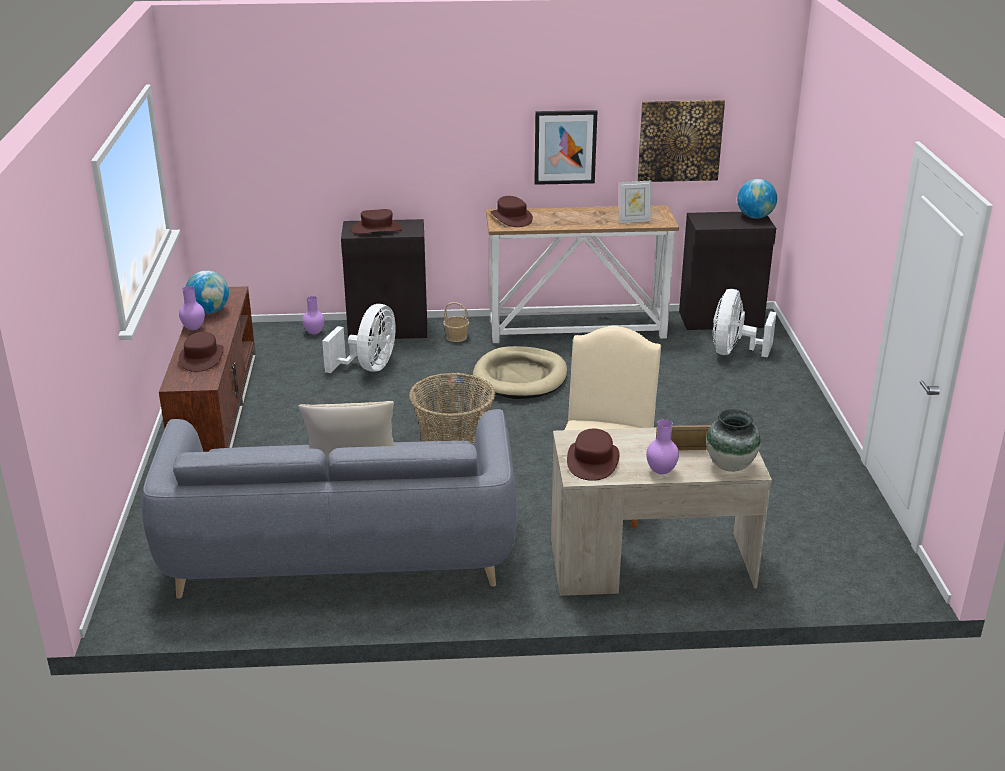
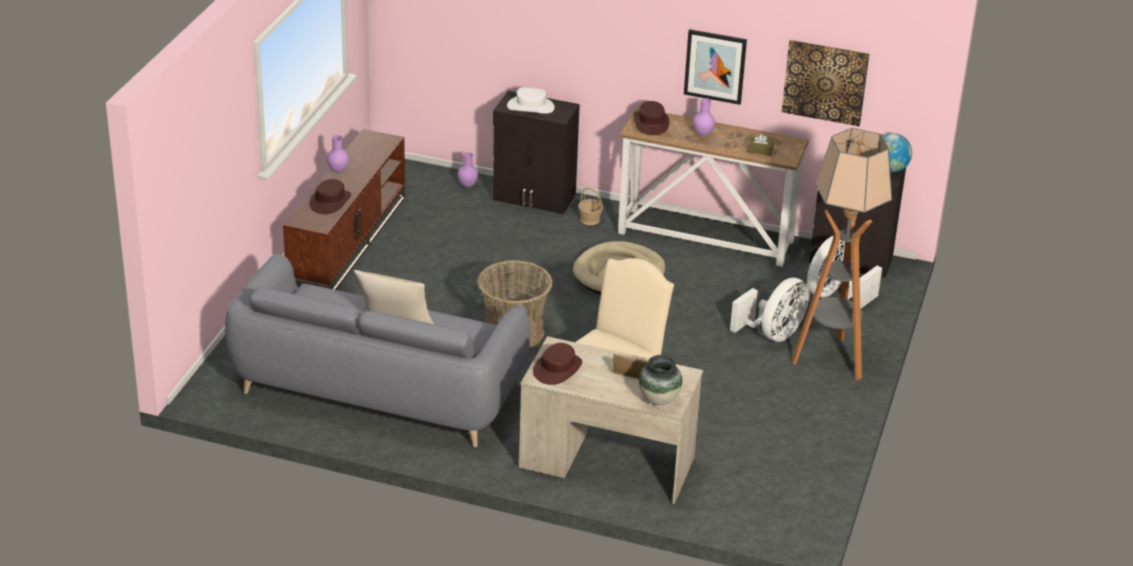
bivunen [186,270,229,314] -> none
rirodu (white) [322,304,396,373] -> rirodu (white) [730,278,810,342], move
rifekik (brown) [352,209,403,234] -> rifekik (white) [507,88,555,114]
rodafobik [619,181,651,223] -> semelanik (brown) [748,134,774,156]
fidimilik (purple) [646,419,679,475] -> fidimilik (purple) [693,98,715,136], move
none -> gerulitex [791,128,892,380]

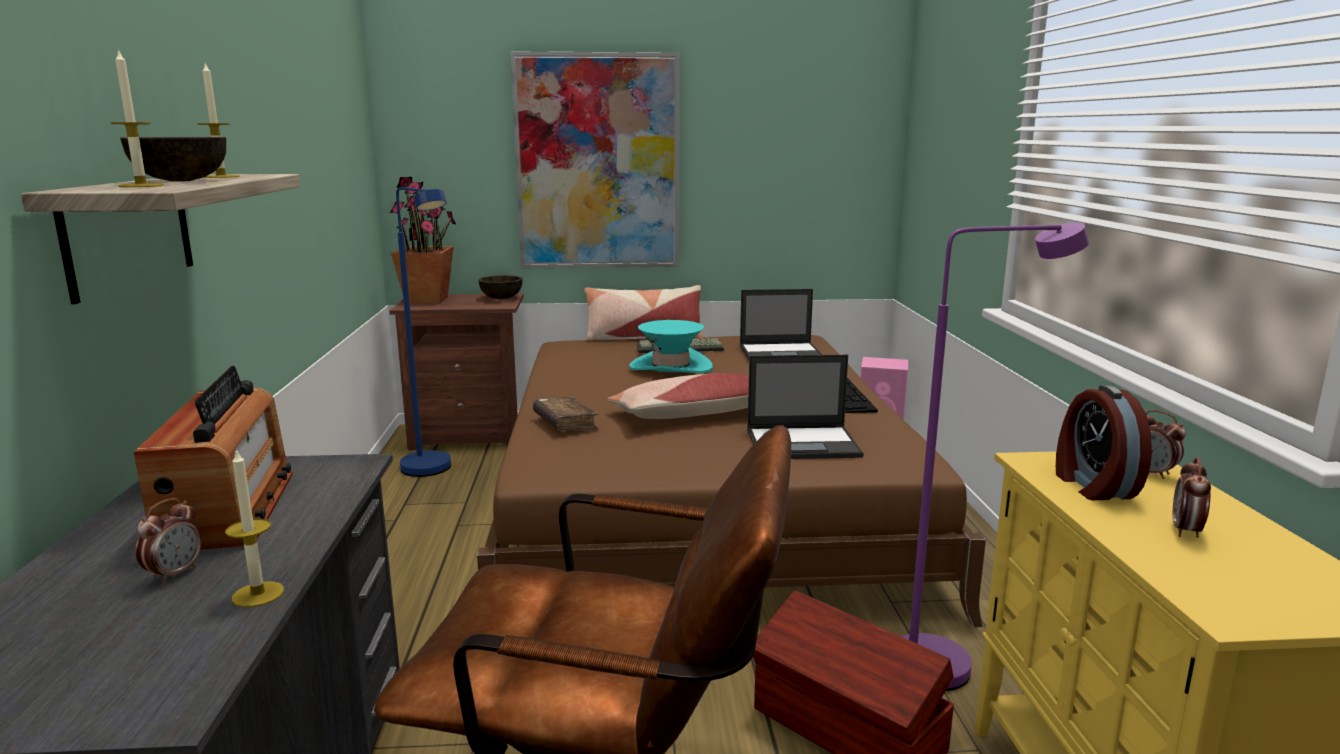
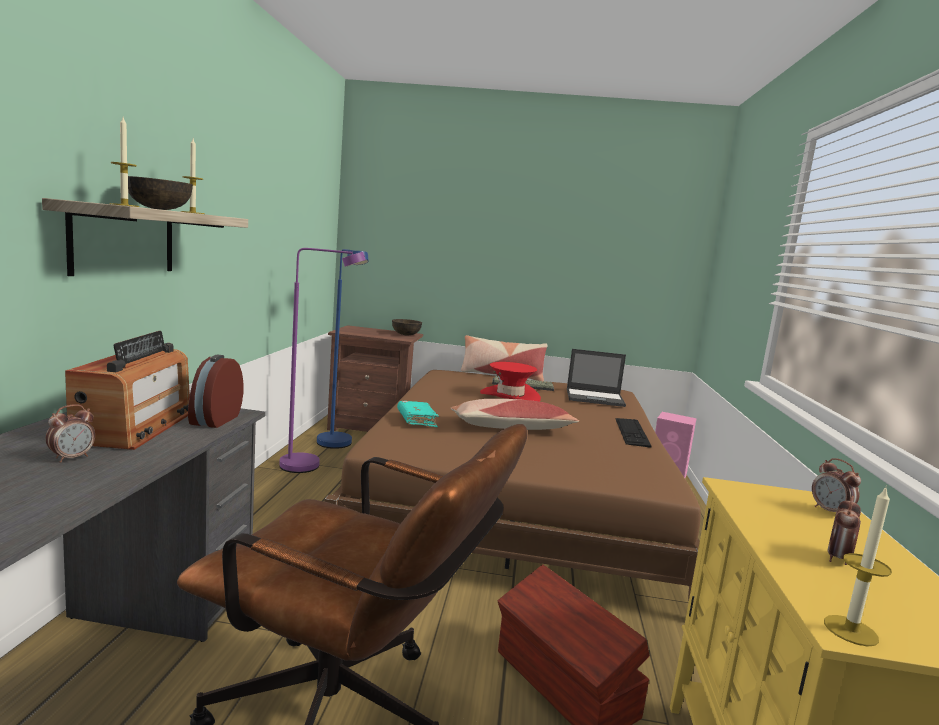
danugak [225,448,284,607] -> danugak [824,485,892,646], move
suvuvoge [390,177,456,304] -> none
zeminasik [511,52,680,268] -> none
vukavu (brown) [533,396,599,431] -> vukavu (turquoise) [397,401,439,427]
rifekik (turquoise) [629,320,713,373] -> rifekik (red) [480,362,541,402]
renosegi [747,355,864,459] -> none
gerulitex (purple) [901,222,1089,691] -> gerulitex (purple) [279,248,366,473], move
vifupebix [1056,385,1152,500] -> vifupebix [188,355,243,428], move

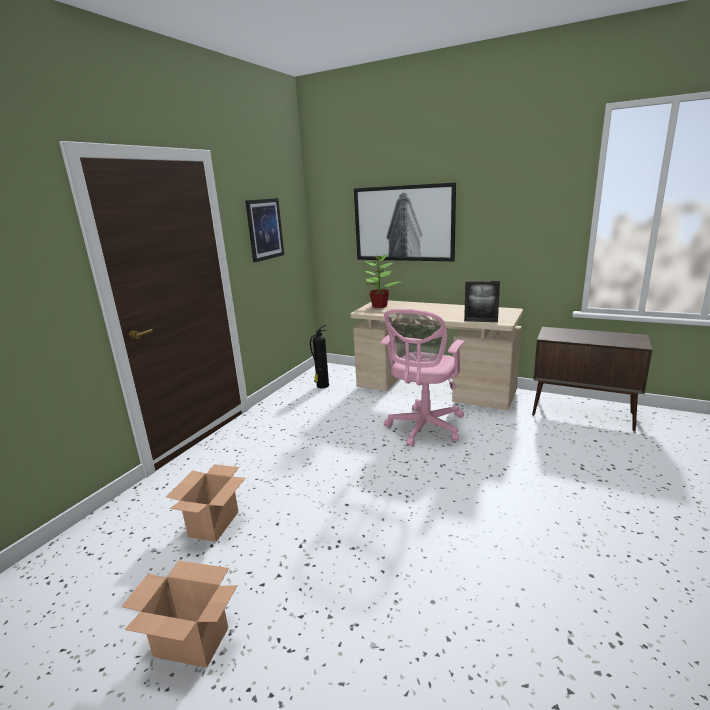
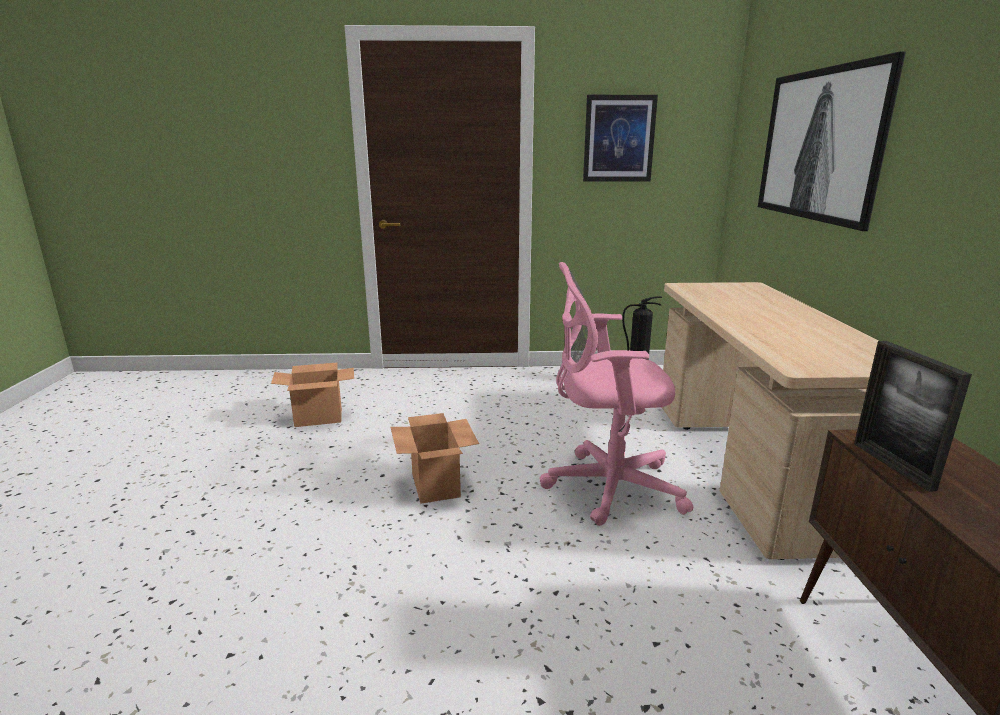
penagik [121,560,238,668] -> penagik [390,413,479,504], move
suvuvoge [361,254,403,308] -> none
rodafobik [464,281,500,322] -> rodafobik [854,341,972,492], move

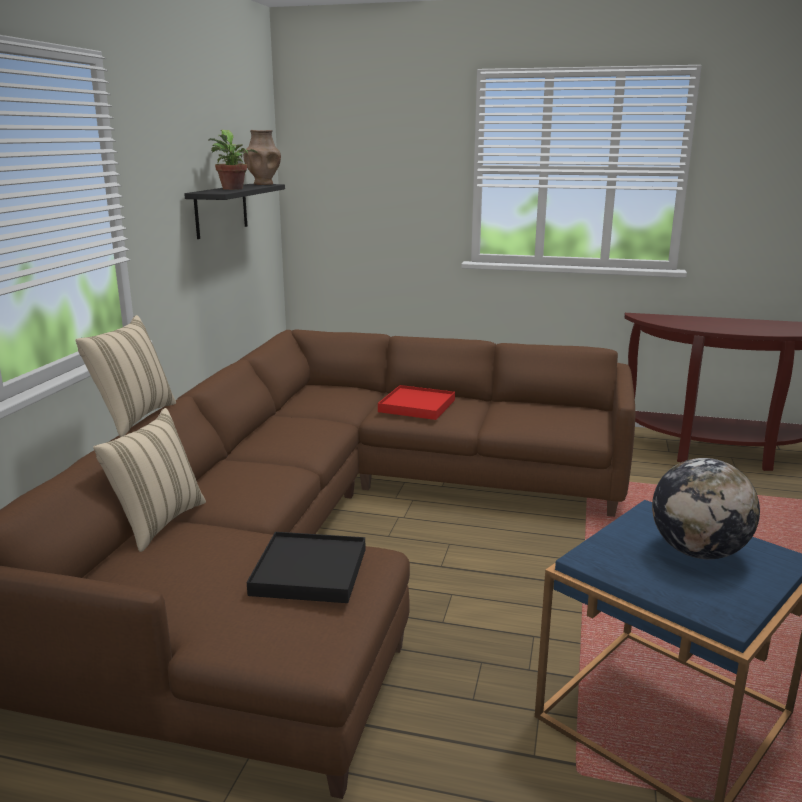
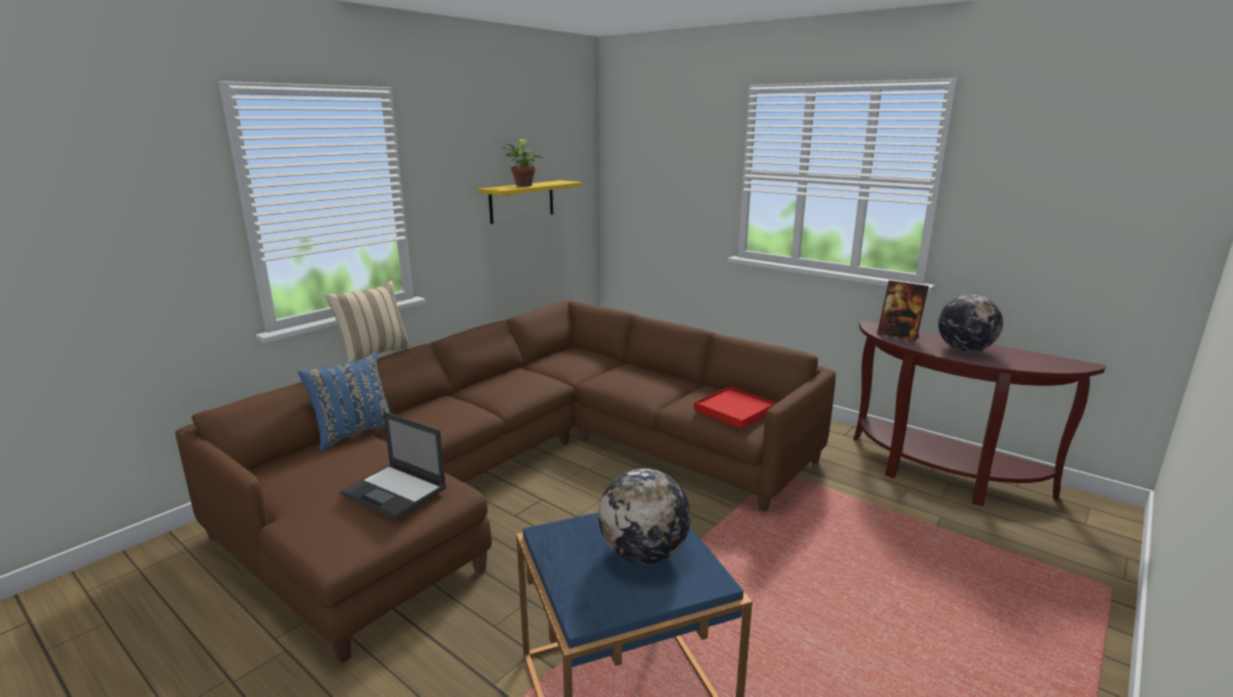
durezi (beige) [93,408,206,552] -> durezi (blue) [298,351,390,451]
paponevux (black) [184,184,285,239] -> paponevux (yellow) [478,180,582,224]
fidimilik (brown) [243,130,281,185] -> none
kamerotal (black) [247,532,365,603] -> renosegi [340,412,446,519]
kamerotal (red) [378,385,455,420] -> kamerotal (red) [694,386,776,429], move
none -> rodafobik [877,280,929,341]
none -> bivunen [938,295,1003,352]

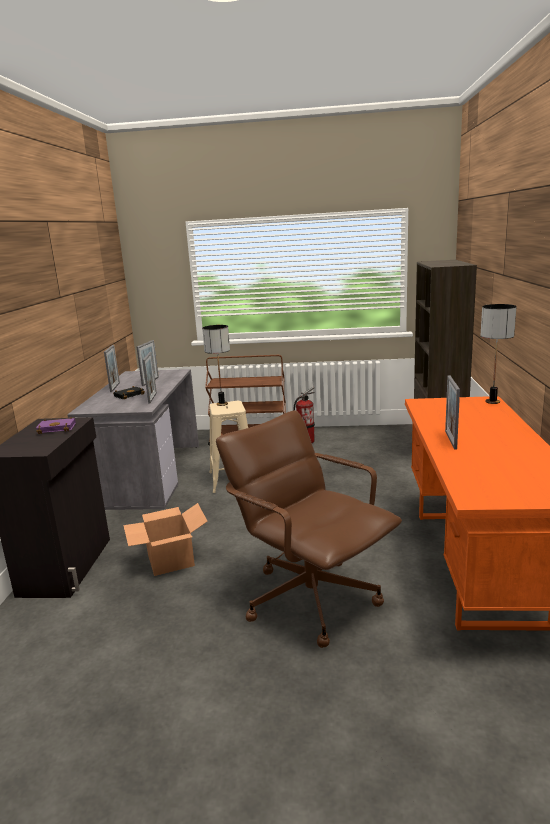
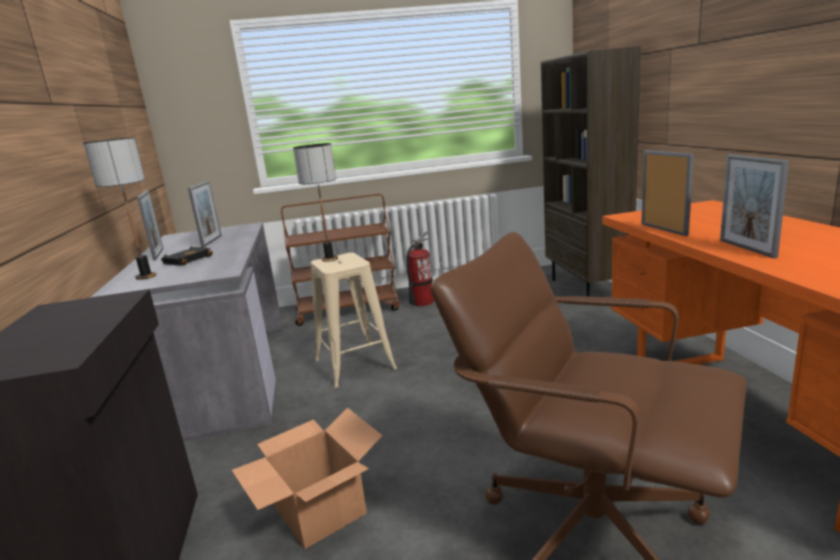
vukavu (purple) [36,417,76,434] -> none
rodafobik [143,352,157,404] -> rodafobik [641,150,694,236], move
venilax [480,304,517,404] -> venilax [83,137,157,280], move

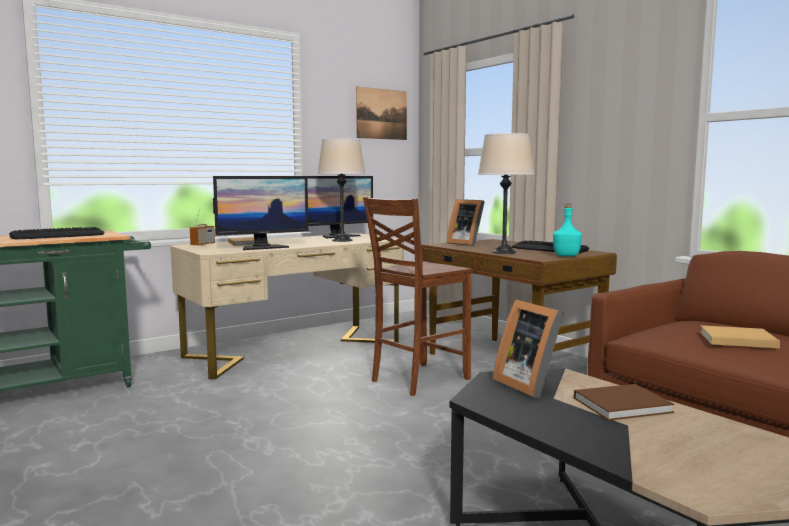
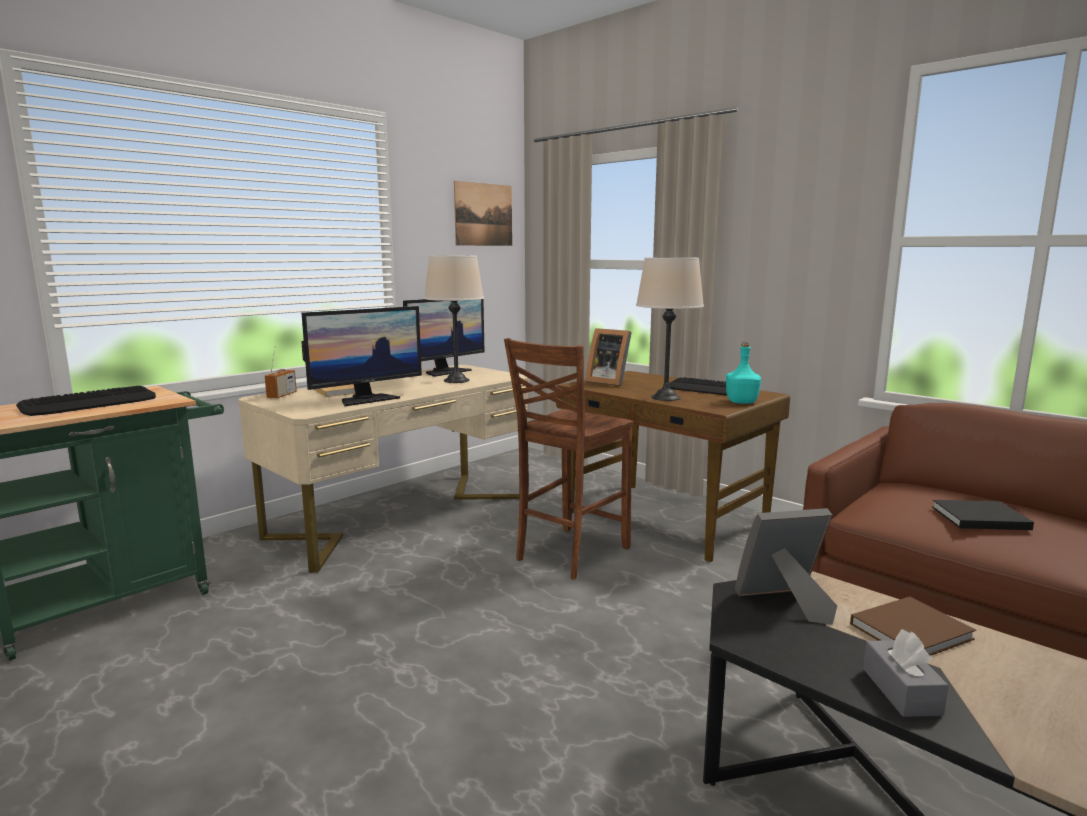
rodafobik [493,300,564,398] -> rodafobik [735,508,837,625], 120 degrees clockwise
vukavu (beige) [700,325,780,348] -> vukavu (black) [932,500,1034,530]
none -> semelanik (grey) [863,629,949,717]

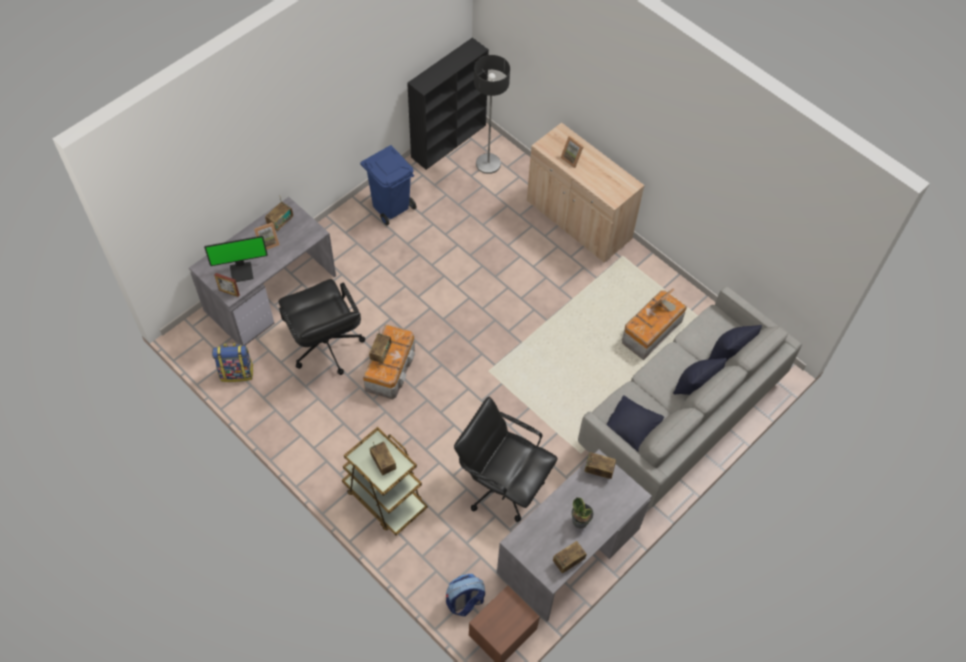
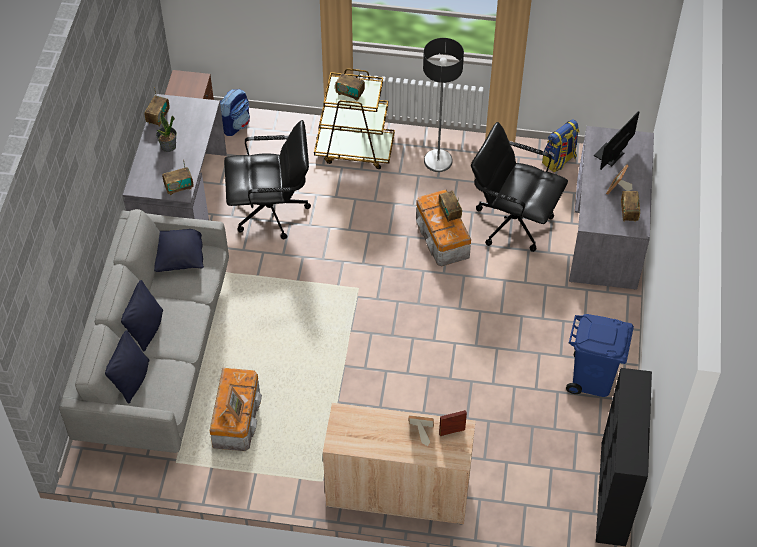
rodafobik [214,273,240,297] -> rodafobik [439,410,467,436], move
gerulitex [474,55,510,174] -> gerulitex [423,38,464,172], move

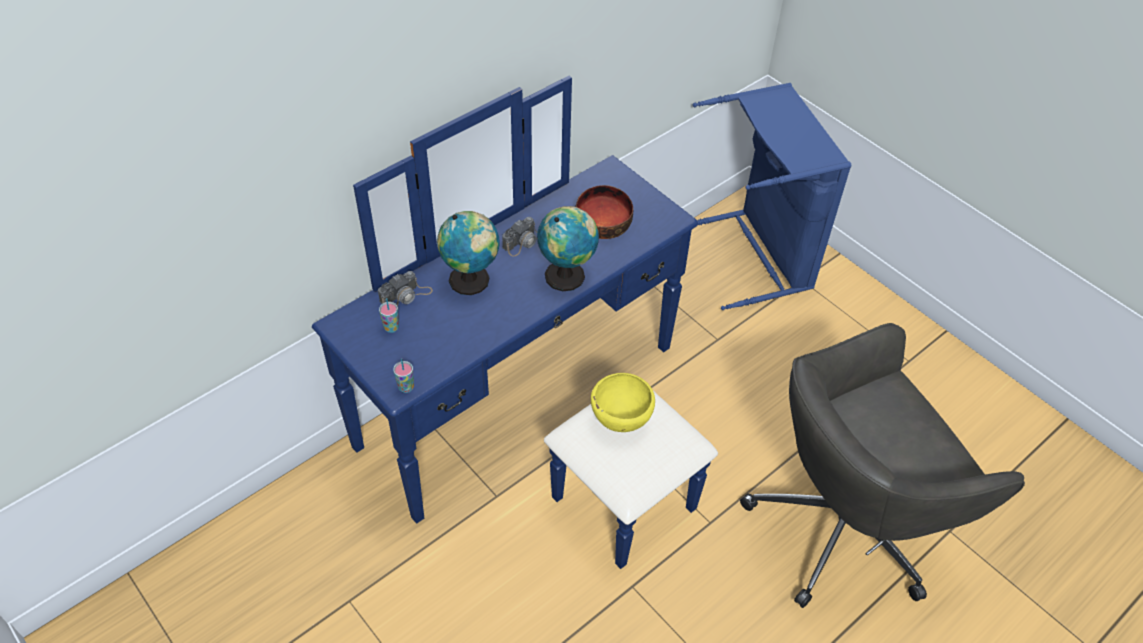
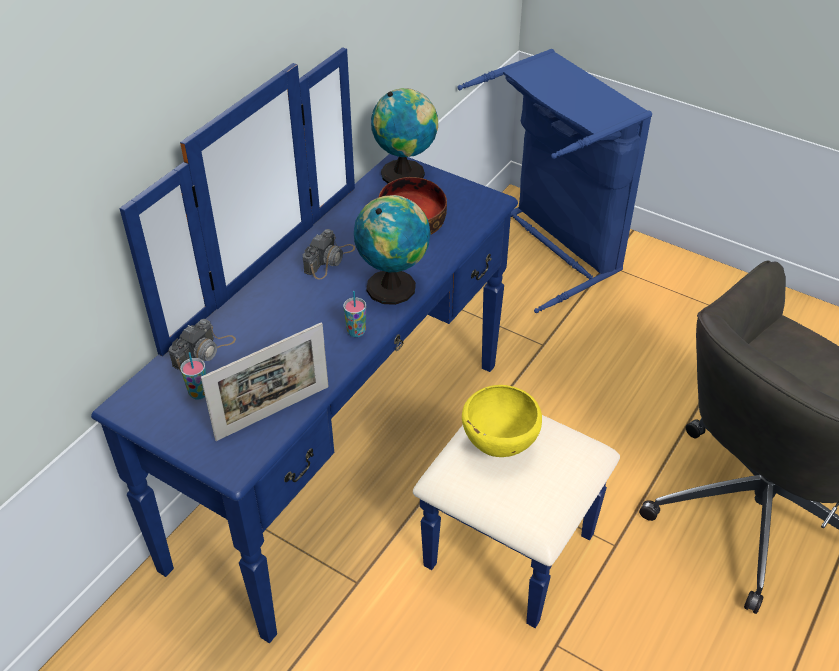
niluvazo [393,358,414,393] -> niluvazo [343,291,366,337], move
bivunen [437,211,500,295] -> bivunen [371,88,438,183], move
none -> rodafobik [201,322,329,441]

